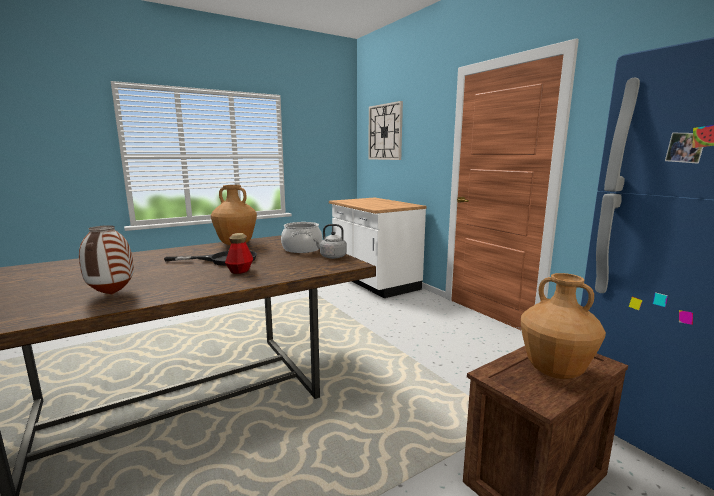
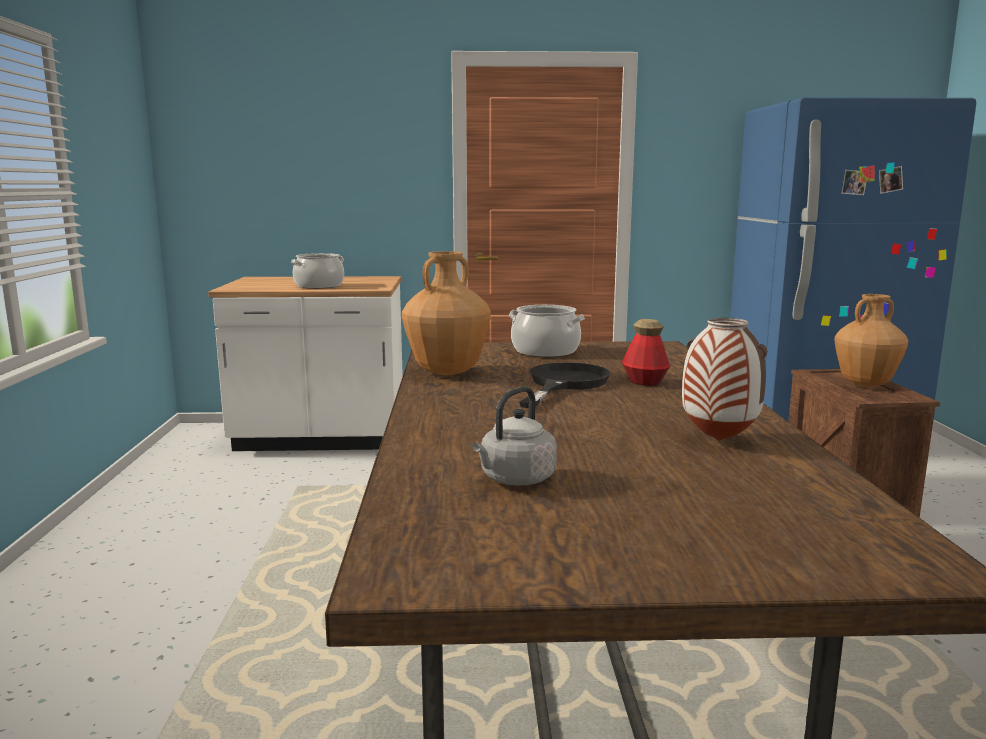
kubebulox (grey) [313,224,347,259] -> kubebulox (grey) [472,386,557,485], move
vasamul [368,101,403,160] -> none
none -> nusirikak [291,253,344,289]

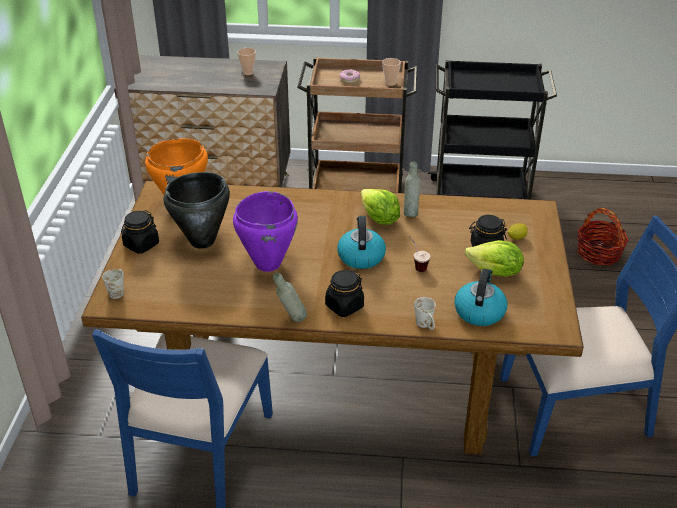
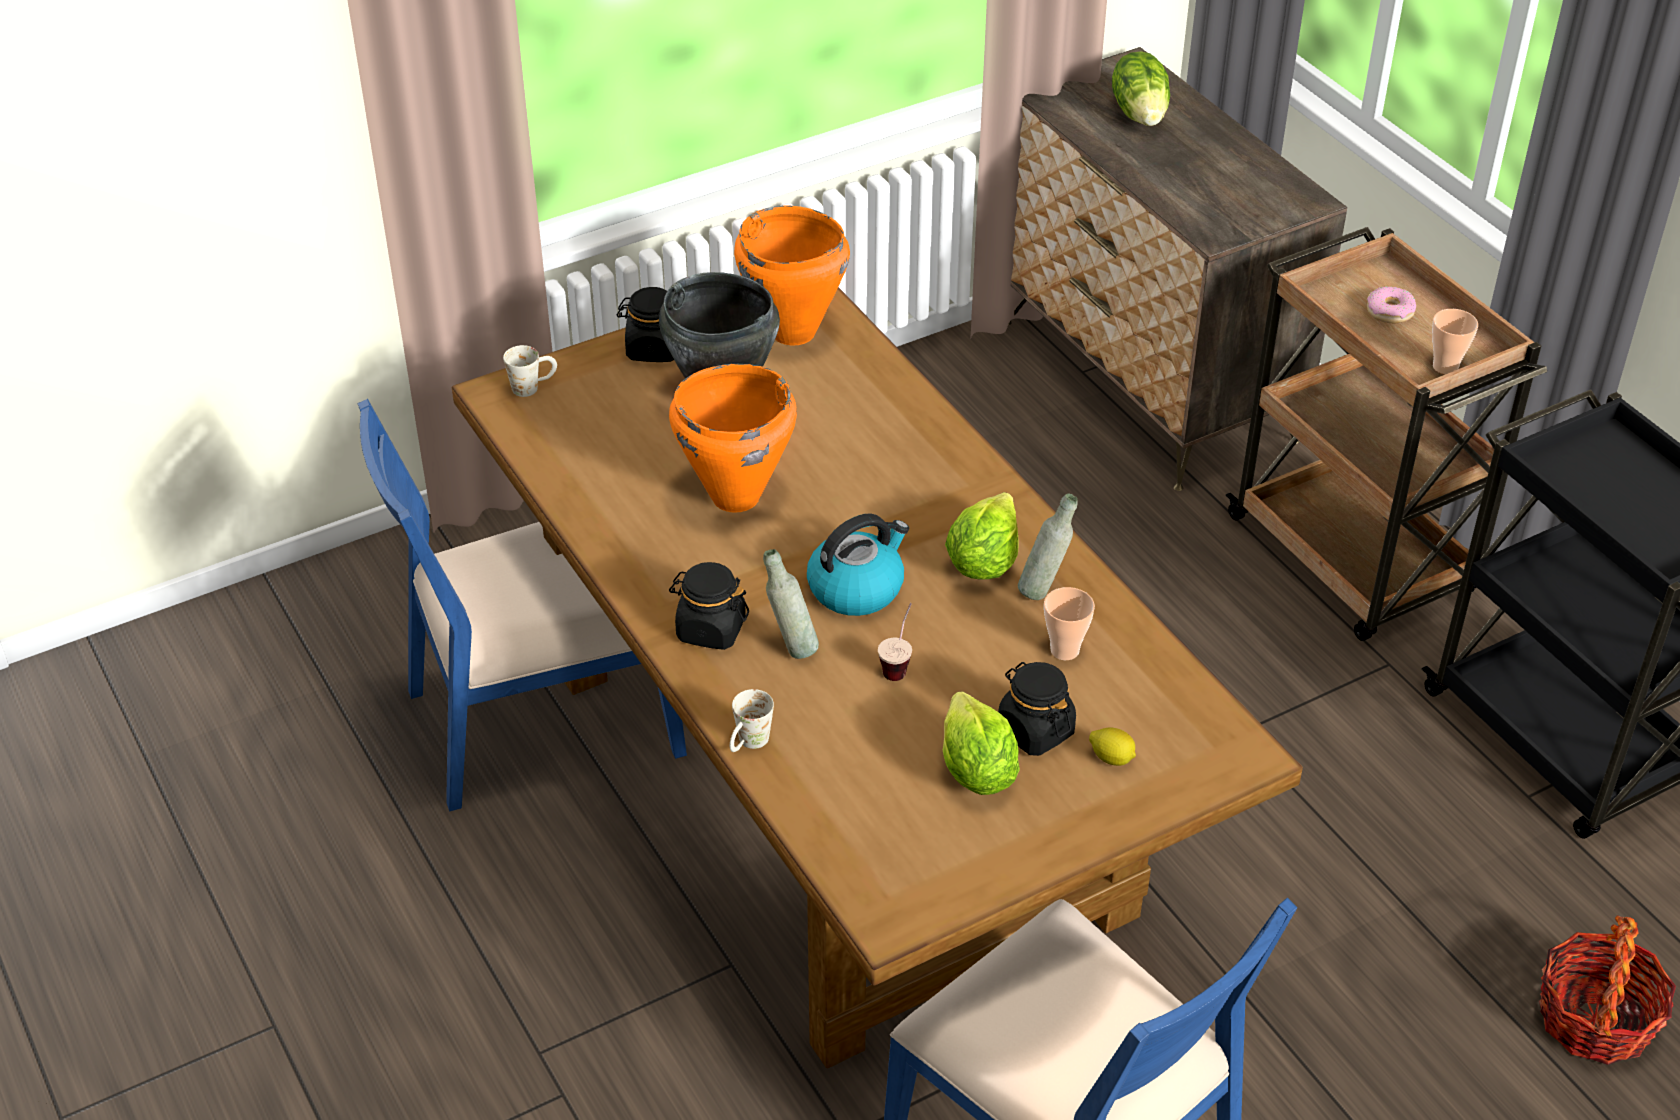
nusirikak (purple) [233,191,298,272] -> nusirikak (orange) [669,364,797,513]
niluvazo [237,48,256,75] -> niluvazo [1044,587,1095,660], move
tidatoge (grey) [273,273,307,322] -> tidatoge (grey) [763,549,819,659], move
kubebulox [454,269,507,326] -> none
none -> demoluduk [1112,51,1170,126]

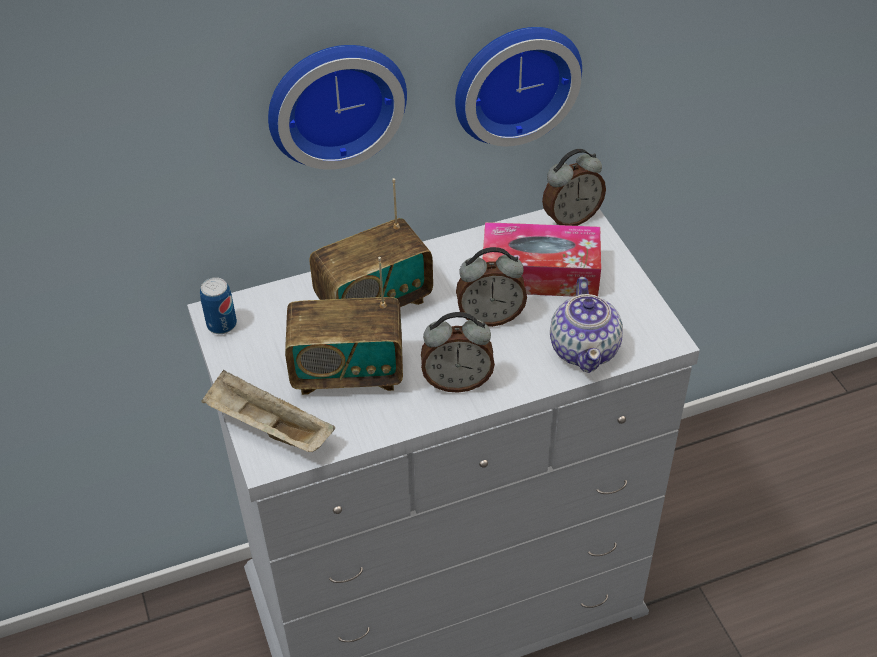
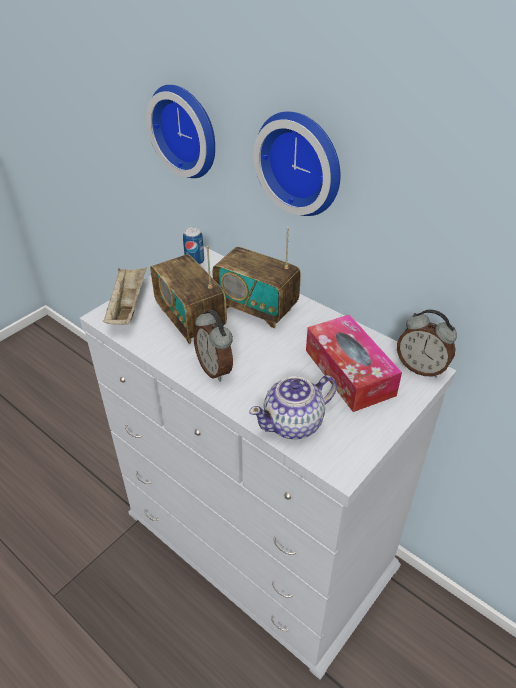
vasamul [455,27,582,146] -> vasamul [146,85,215,178], move
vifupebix [456,247,527,327] -> none

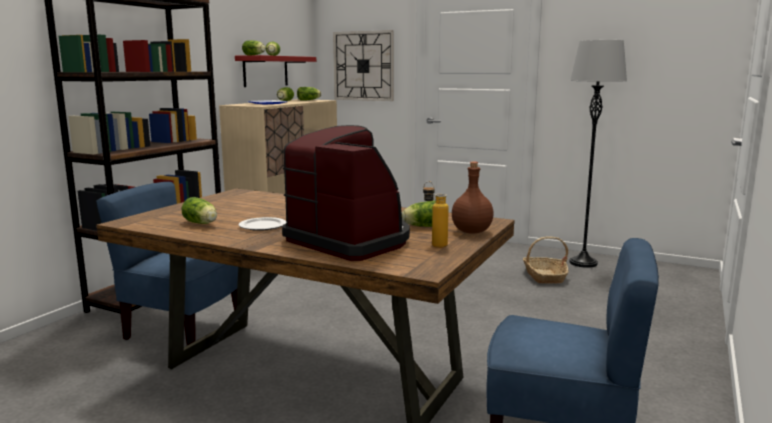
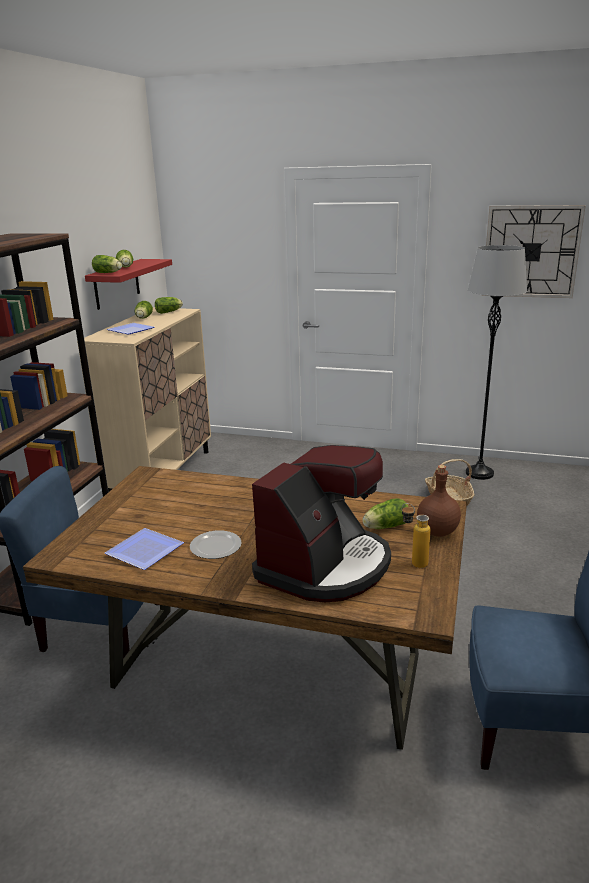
demoluduk [182,197,217,224] -> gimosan [105,528,184,570]
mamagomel [282,125,410,261] -> mamagomel [252,445,391,602], 90 degrees clockwise
vasamul [333,30,394,101] -> vasamul [482,205,586,298], move

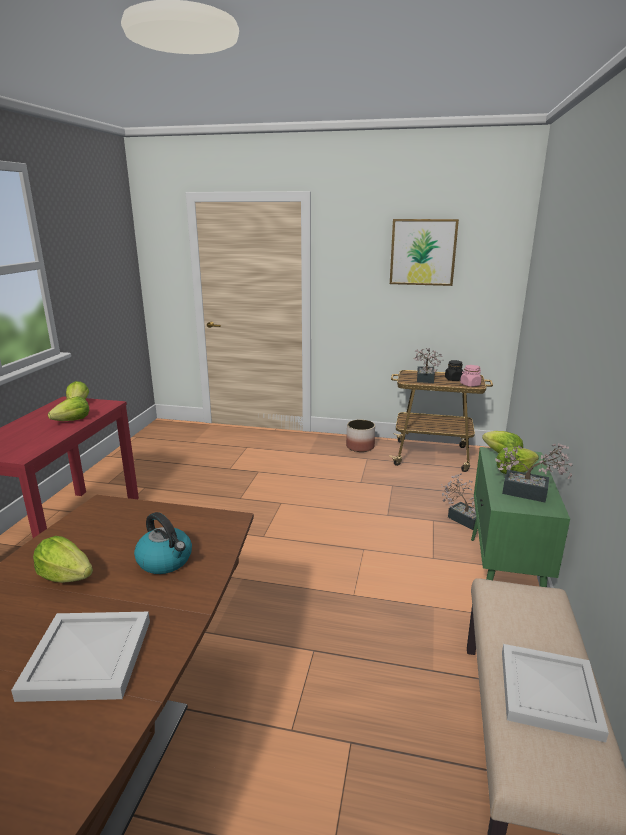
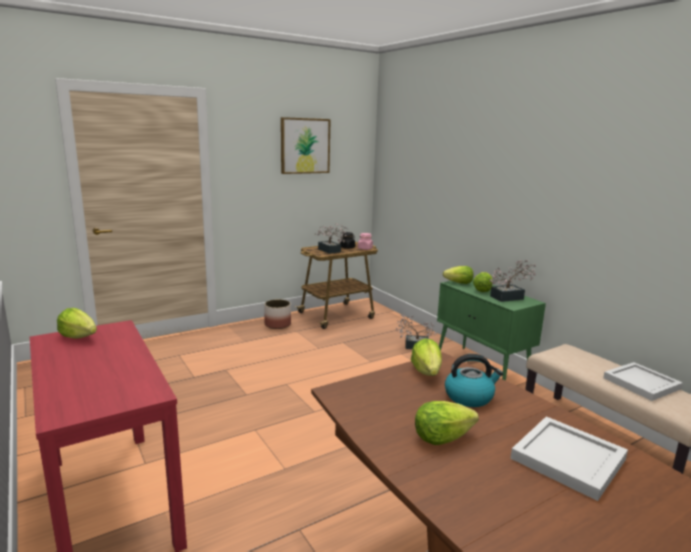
demoluduk [48,396,89,421] -> demoluduk [411,338,442,376], move

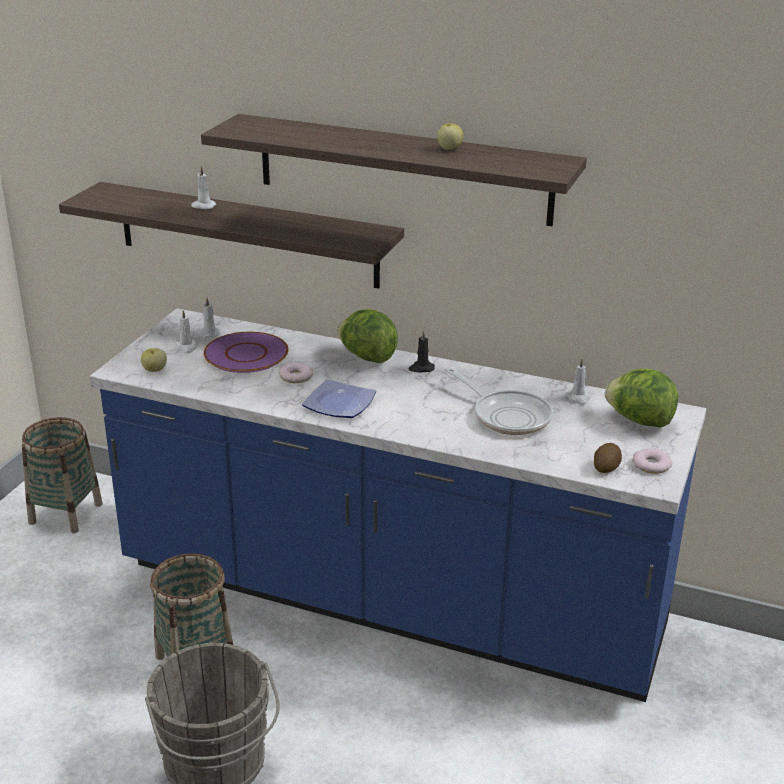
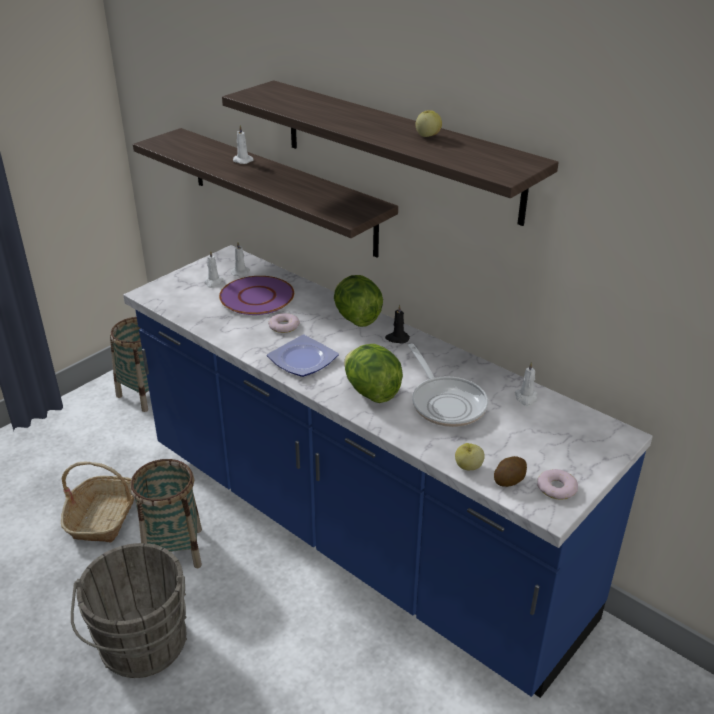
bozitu [141,348,167,372] -> bozitu [455,443,484,470], move
demoluduk [605,368,678,428] -> demoluduk [344,344,403,403], move
none -> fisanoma [61,462,134,542]

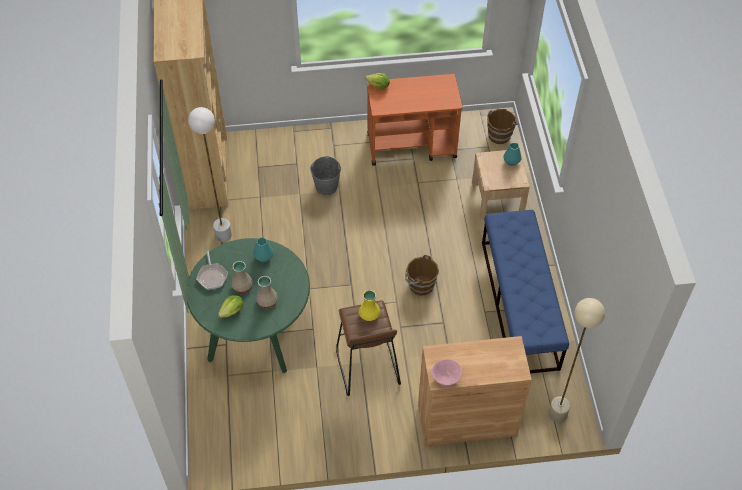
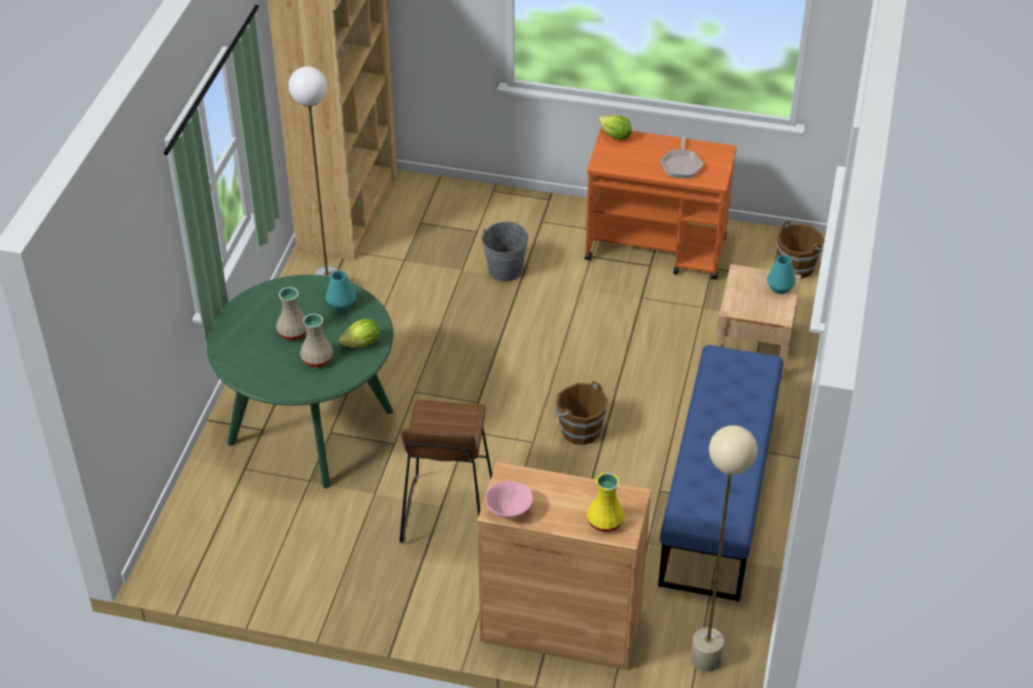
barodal [196,249,228,290] -> barodal [660,135,704,178], move
demoluduk [218,295,243,318] -> demoluduk [338,319,381,348], move
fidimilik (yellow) [358,290,381,322] -> fidimilik (yellow) [587,473,624,532], move

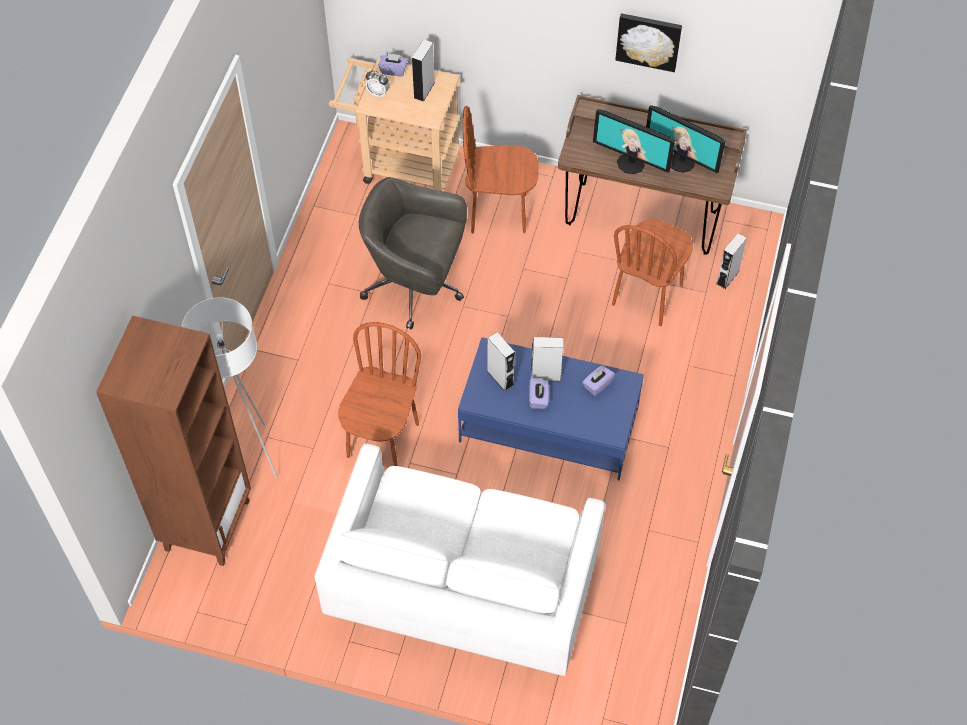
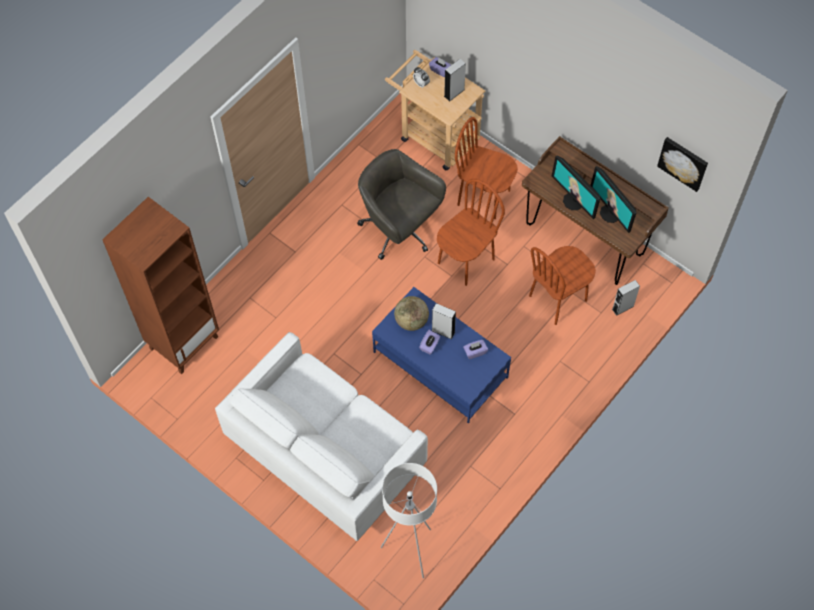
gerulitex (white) [181,297,278,479] -> gerulitex (white) [381,463,437,578], move
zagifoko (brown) [338,322,421,466] -> zagifoko (brown) [437,179,505,286], move
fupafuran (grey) [487,332,515,391] -> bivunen [394,296,429,331]
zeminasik [615,13,682,72] -> zeminasik [657,137,708,192], move

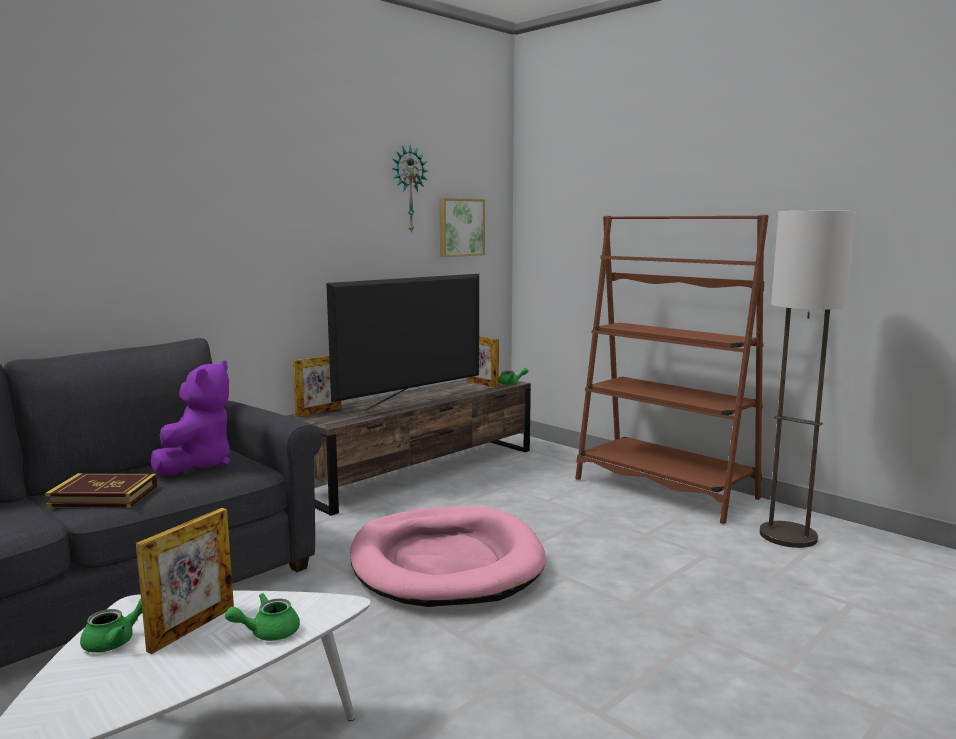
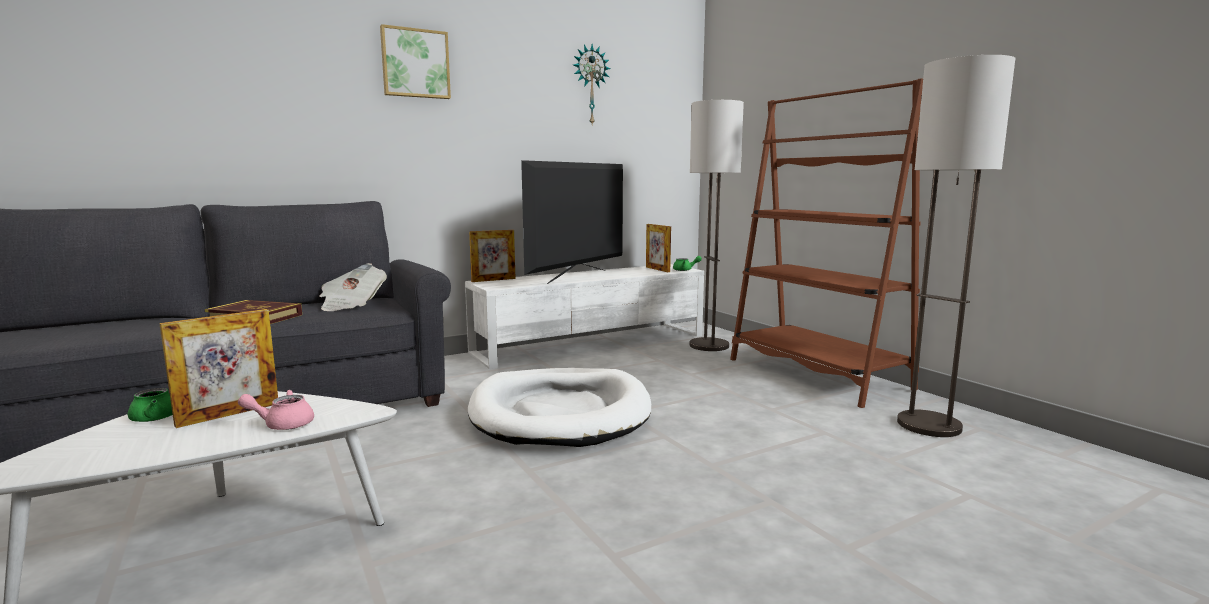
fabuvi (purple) [151,361,230,475] -> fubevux [320,263,387,311]
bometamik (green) [225,593,300,641] -> bometamik (pink) [238,390,314,430]
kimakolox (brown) [287,379,531,516] -> kimakolox (white) [465,264,704,369]
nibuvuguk [326,274,479,411] -> nibuvuguk [521,160,623,284], 150 degrees clockwise
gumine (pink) [350,506,546,607] -> gumine (white) [468,368,651,447]
zeminasik [439,198,485,257] -> zeminasik [380,24,451,99], move
none -> gerulitex [689,100,744,351]

